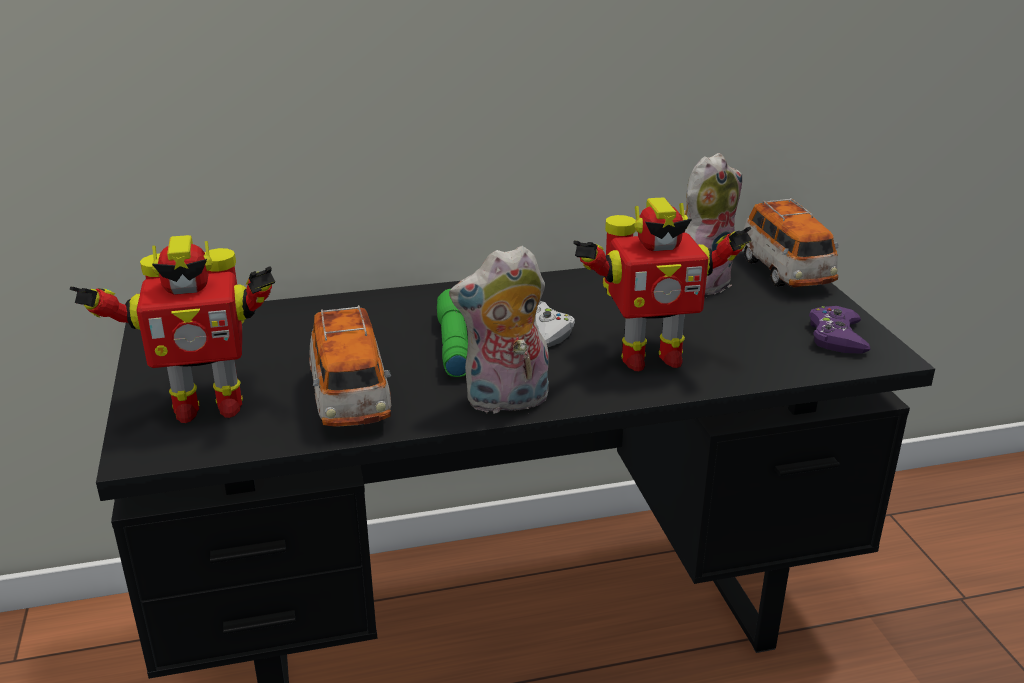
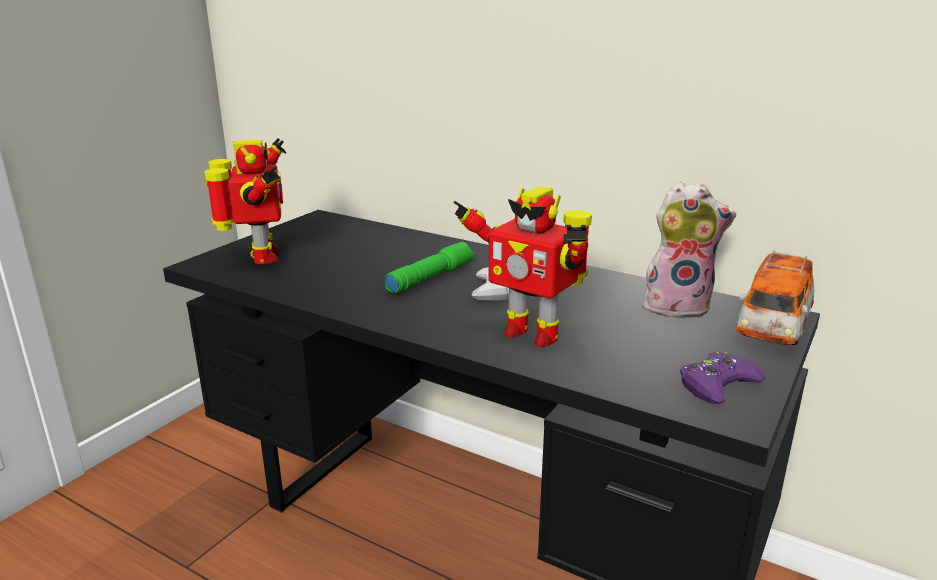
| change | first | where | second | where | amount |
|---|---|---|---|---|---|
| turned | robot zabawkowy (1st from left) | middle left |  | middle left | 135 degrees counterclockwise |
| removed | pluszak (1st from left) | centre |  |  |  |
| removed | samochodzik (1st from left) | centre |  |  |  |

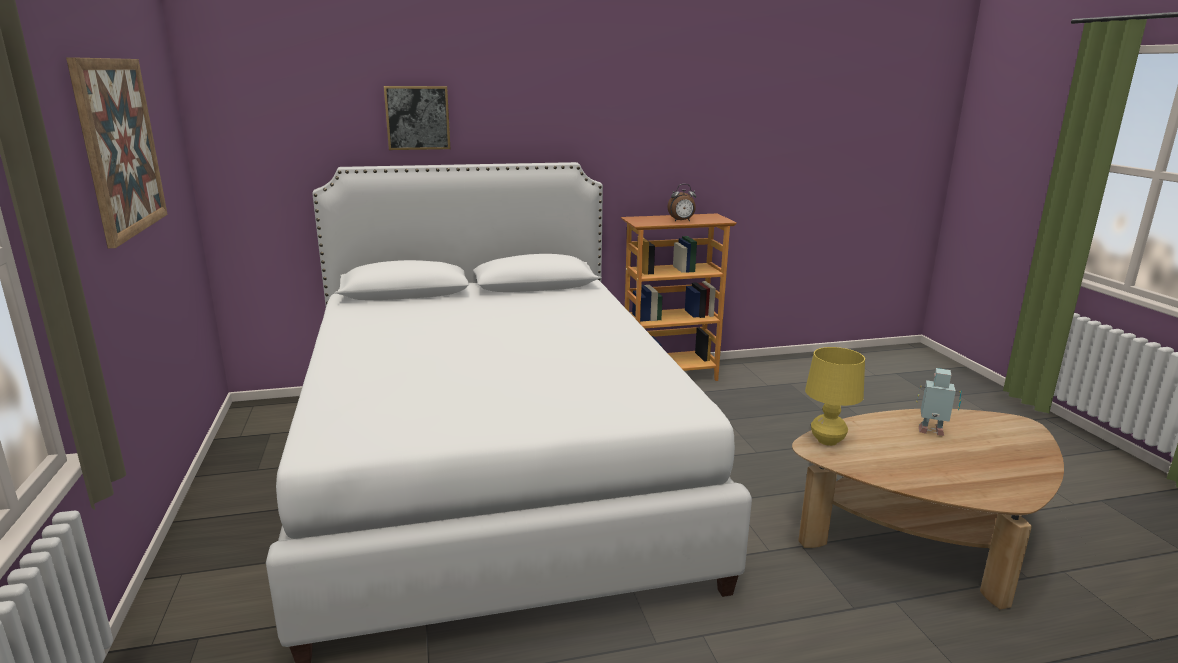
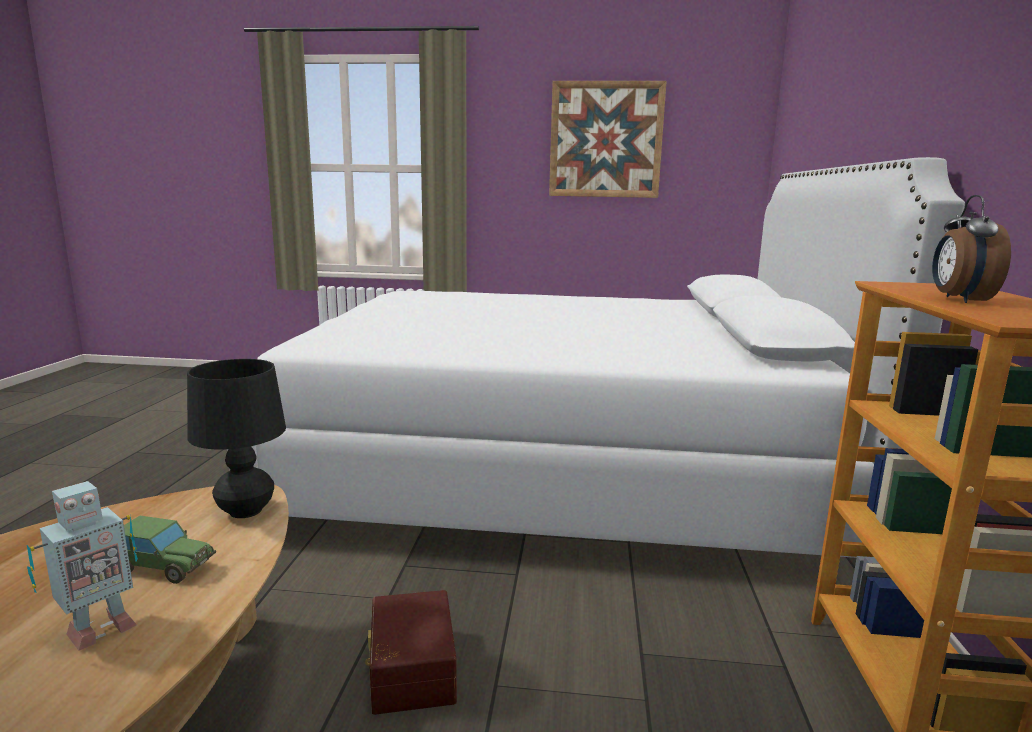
| change | first | where | second | where | amount |
|---|---|---|---|---|---|
| removed | obraz (2nd from left) | top centre |  |  |  |
| recoloured | lampa stołowa (żółty) | middle right | lampa stołowa (czarny) | middle left |  |
| added |  |  | samochodzik | bottom left |  |
| added |  |  | pojemnik do przechowywania (brązowy) | bottom centre |  |

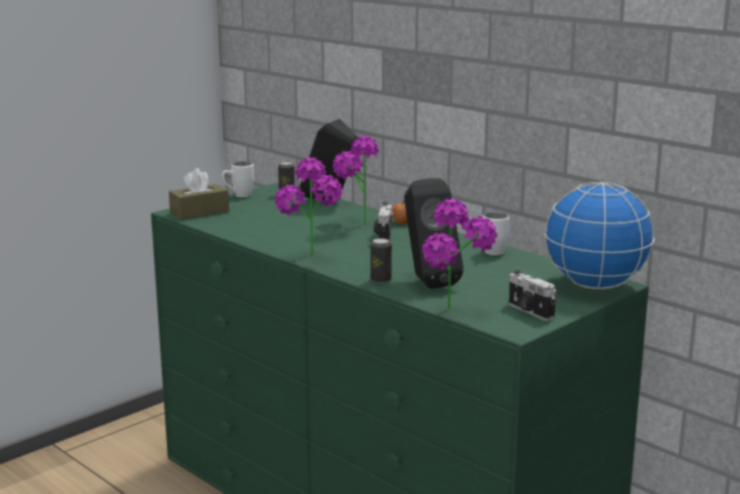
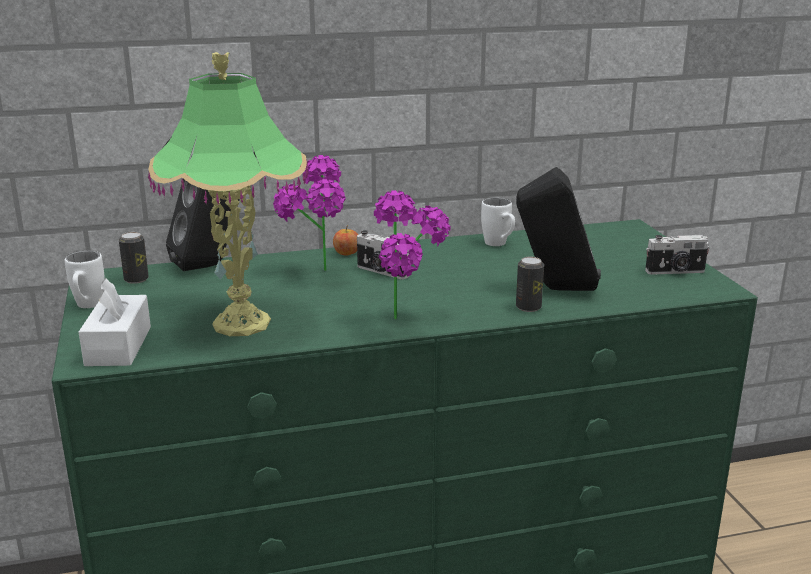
| change | first | where | second | where | amount |
|---|---|---|---|---|---|
| recoloured | pudełko chusteczek (brązowy) | middle left | pudełko chusteczek (biały) | middle left |  |
| removed | globus | middle right |  |  |  |
| removed | roślina doniczkowa (3rd from left) | centre |  |  |  |
| added |  |  | lampa stołowa | middle left |  |

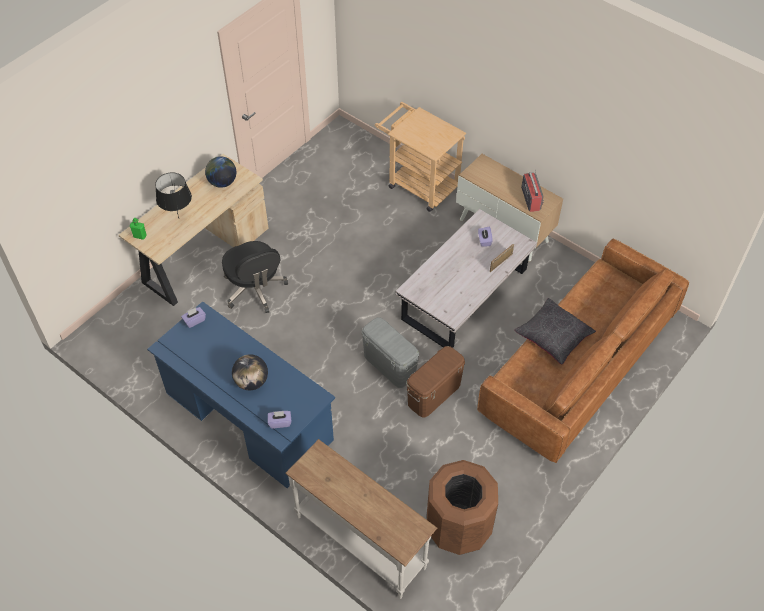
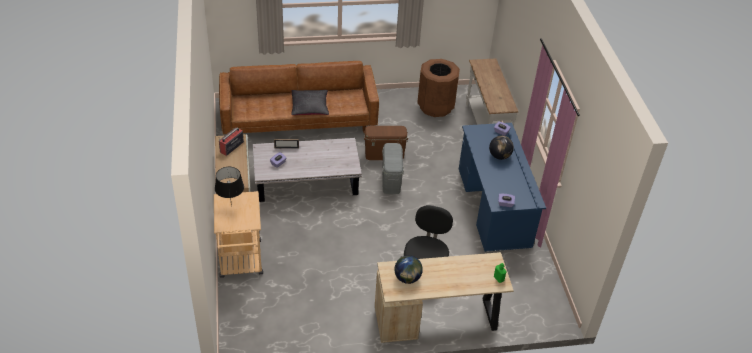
| change | first | where | second | where | amount |
|---|---|---|---|---|---|
| moved | lampa stołowa (czarny) | top left |  | middle left |  |

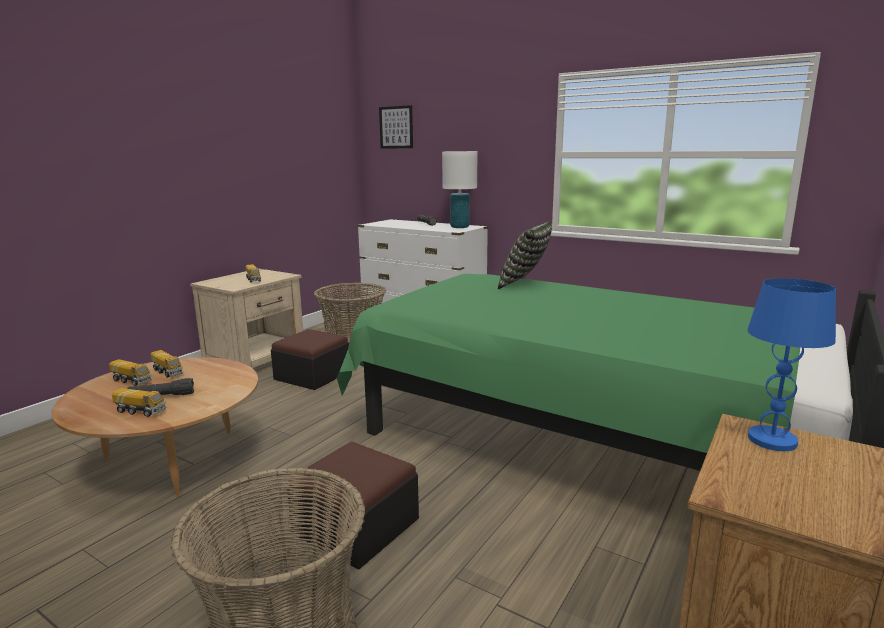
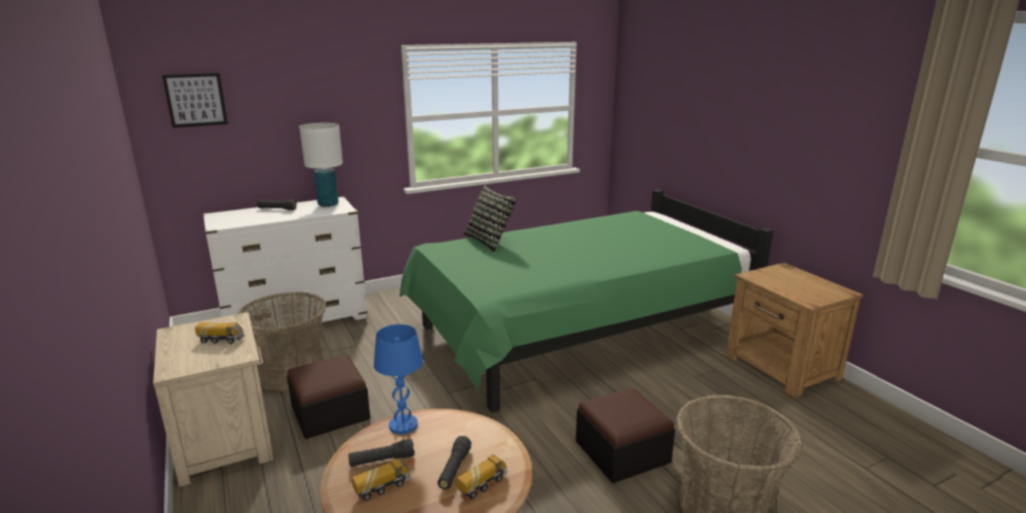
| change | first | where | second | where | amount |
|---|---|---|---|---|---|
| moved | lampa stołowa (niebieski) | middle right |  | bottom centre |  |
| replaced | ciężarówka zabawkowa (3rd from left) | middle left | latarka (czarny) (2nd from left) | bottom centre |  |

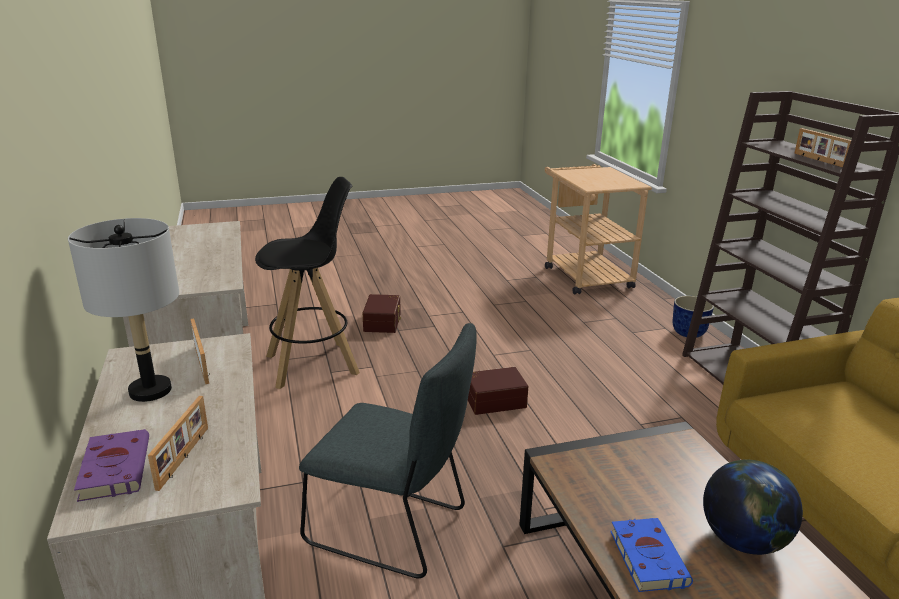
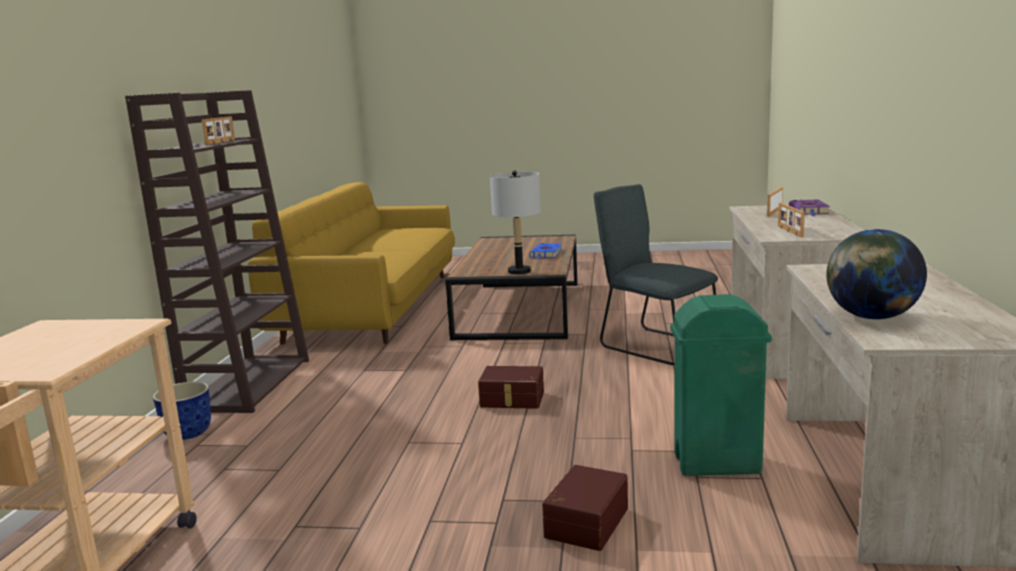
| change | first | where | second | where | amount |
|---|---|---|---|---|---|
| replaced | stołek (czarny) | centre | kosz na śmieci (zielony) | bottom right |  |
| moved | lampa stołowa (szary) | middle left |  | centre |  |
| moved | globus | bottom right |  | middle right |  |

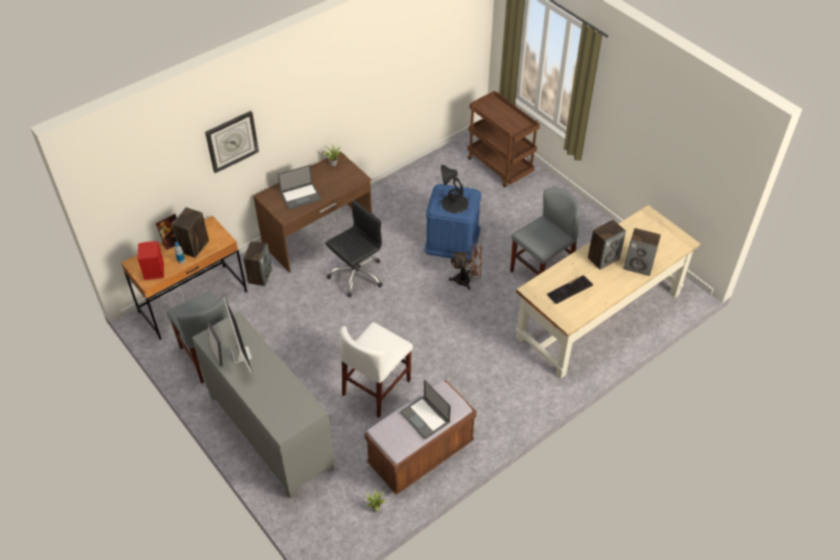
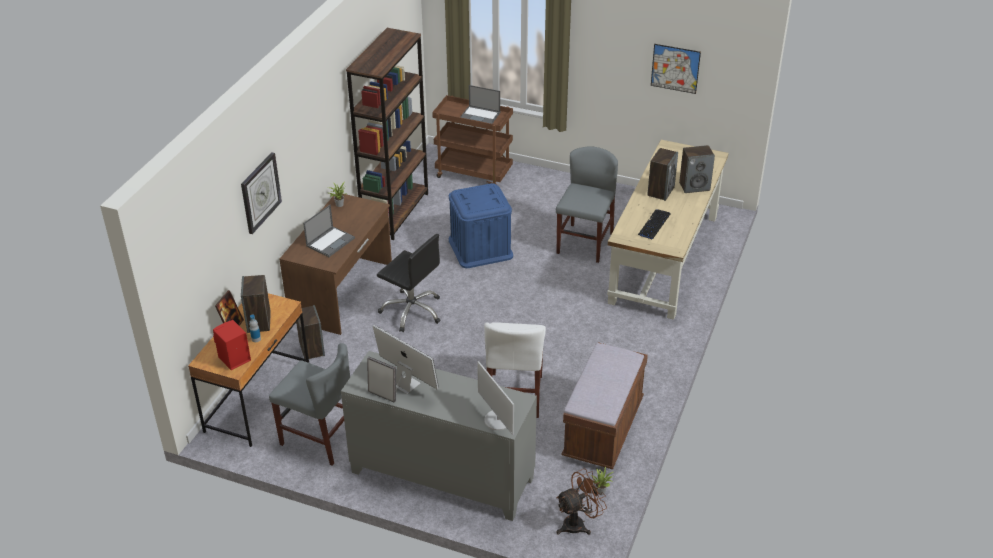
| change | first | where | second | where | amount |
|---|---|---|---|---|---|
| removed | lampa stołowa (czarny) | centre |  |  |  |
| turned | krzesło biurowe (czarny) | centre |  | centre | 105 degrees clockwise |
| moved | wentylator (brązowy) | centre |  | bottom centre |  |
| moved | laptop (2nd from left) | bottom centre |  | top centre |  |
| added |  |  | regał (brązowy) | top centre |  |
| added |  |  | obraz | top right |  |
| added |  |  | monitor (2nd from left) | bottom centre |  |

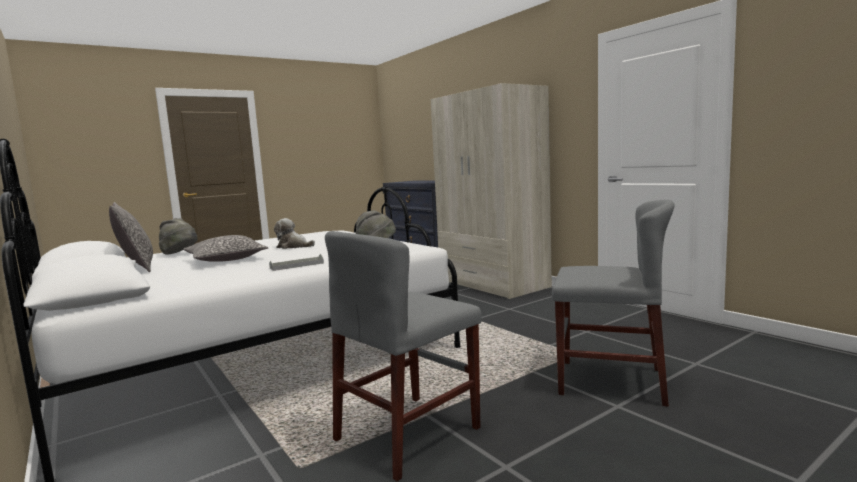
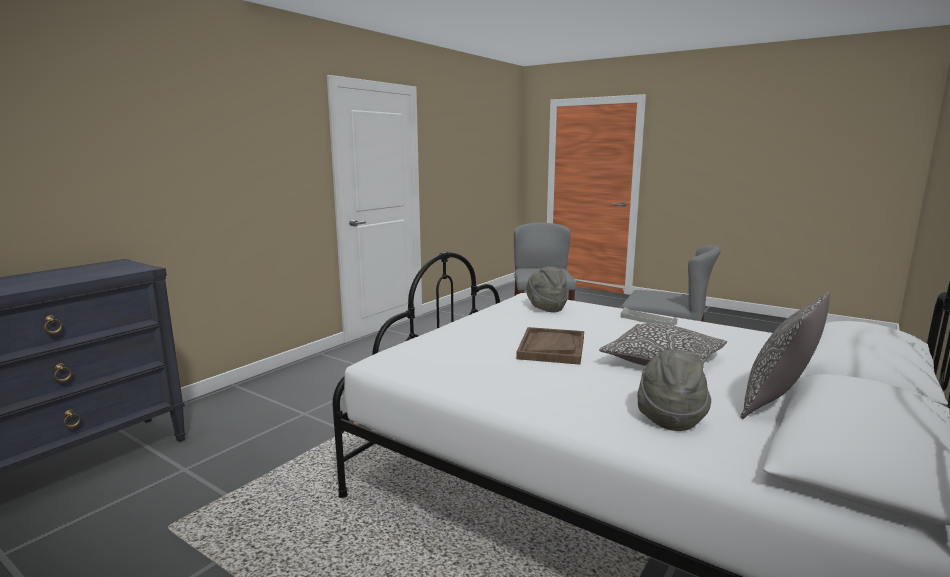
| change | first | where | second | where | amount |
|---|---|---|---|---|---|
| removed | szafa (beżowy) | centre |  |  |  |
| replaced | pluszak | centre | taca (brązowy) | centre |  |

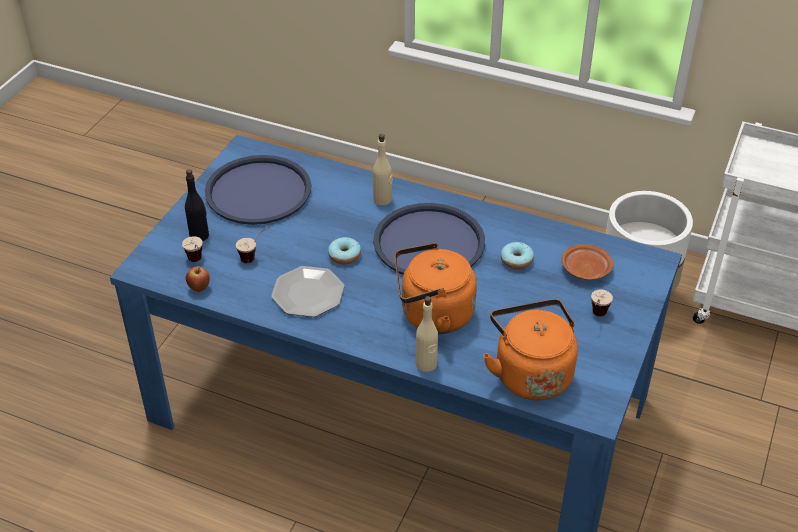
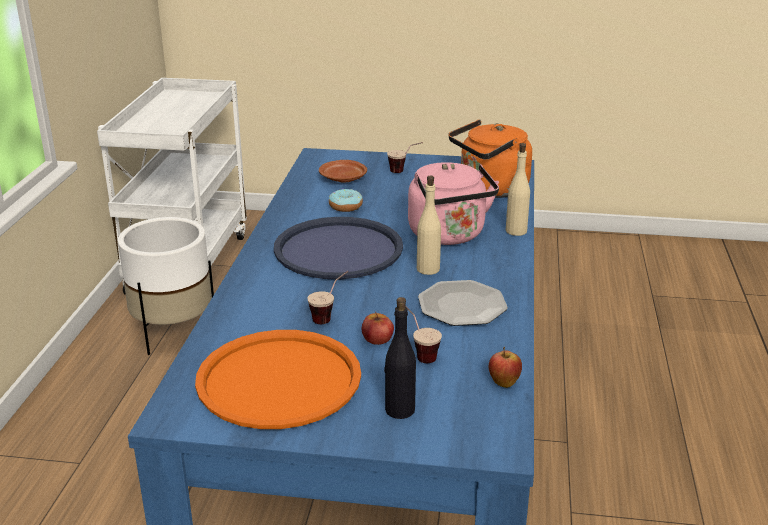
| change | first | where | second | where | amount |
|---|---|---|---|---|---|
| moved | butelka (beżowy) (1st from left) | top centre |  | centre |  |
| recoloured | taca (niebieski) (1st from left) | middle left | taca (pomarańczowy) | bottom centre |  |
| moved | filiżanka (1st from left) | middle left |  | centre |  |
| removed | donut (1st from left) | centre |  |  |  |
| recoloured | czajnik (pomarańczowy) (1st from left) | centre | czajnik (różowy) | centre |  |
| added |  |  | jabłko (1st from left) | centre |  |

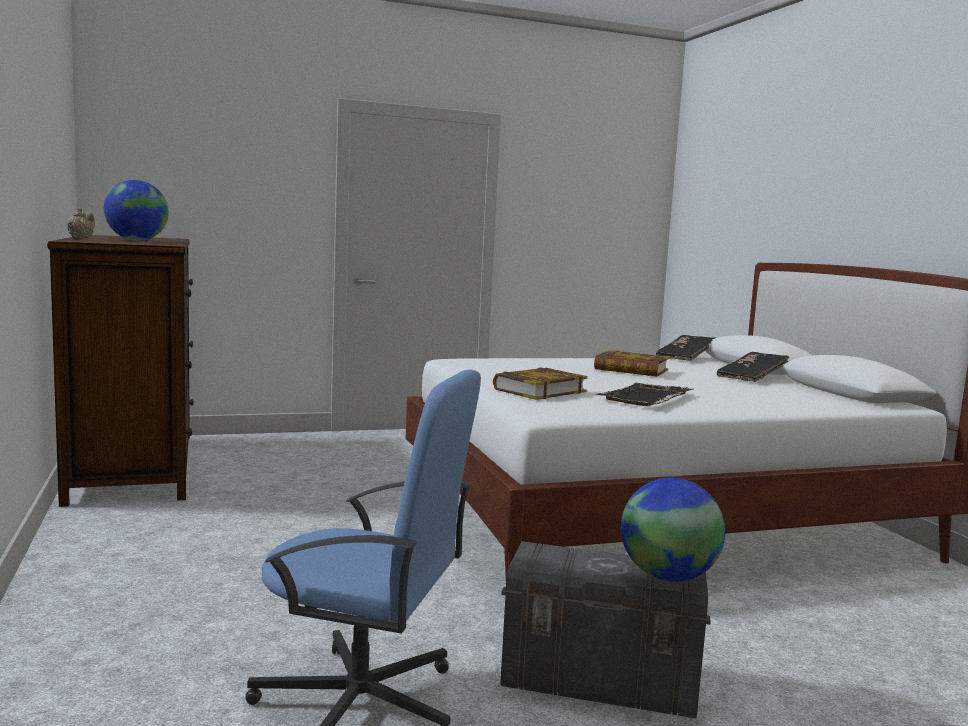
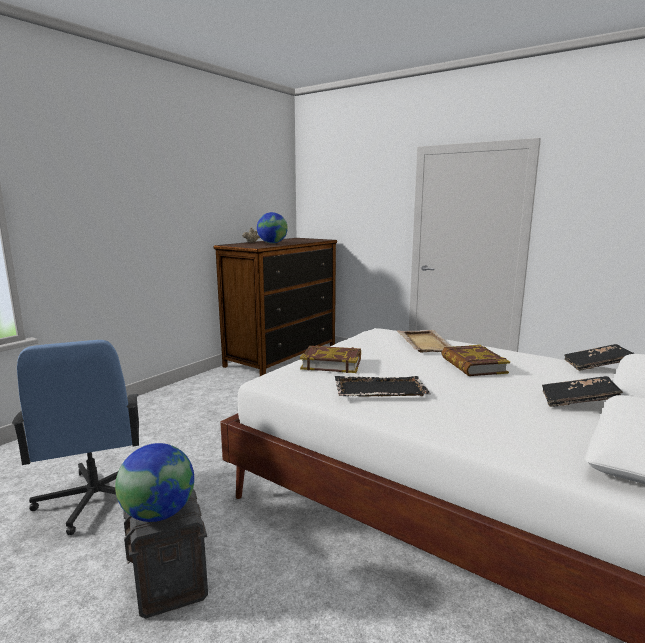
| change | first | where | second | where | amount |
|---|---|---|---|---|---|
| added |  |  | taca (beżowy) | centre |  |

